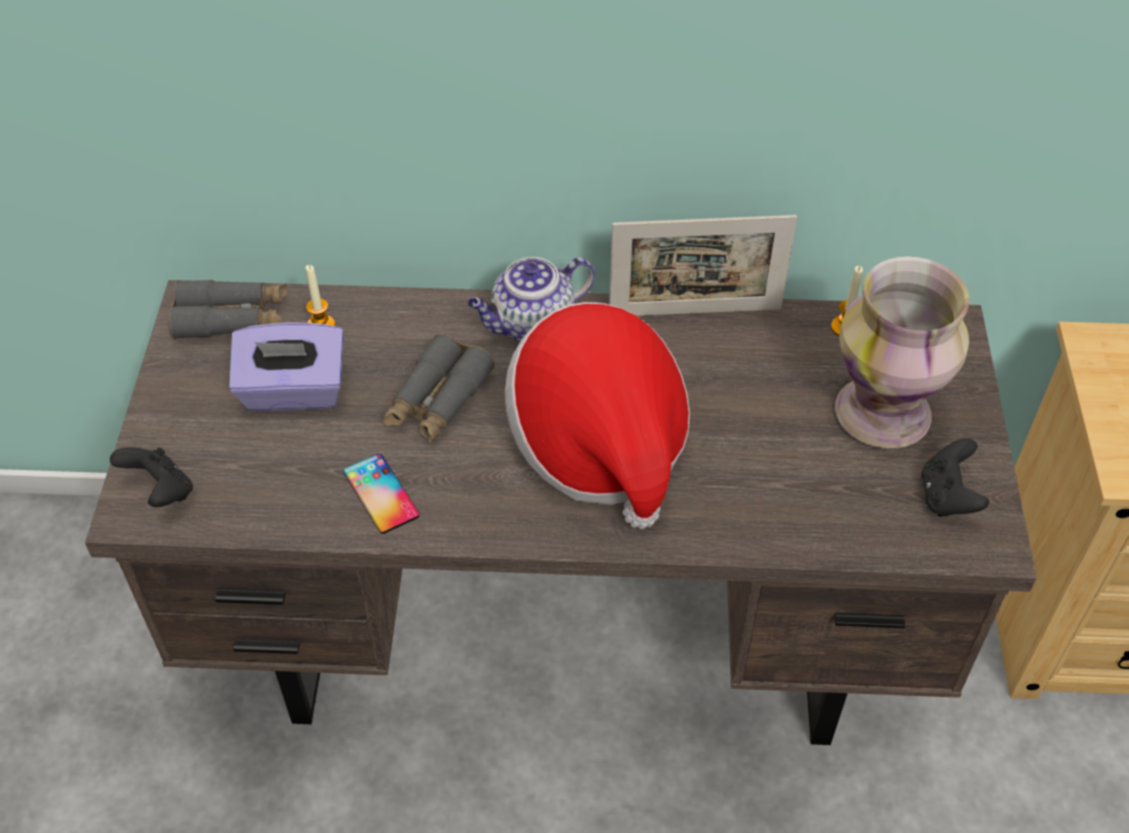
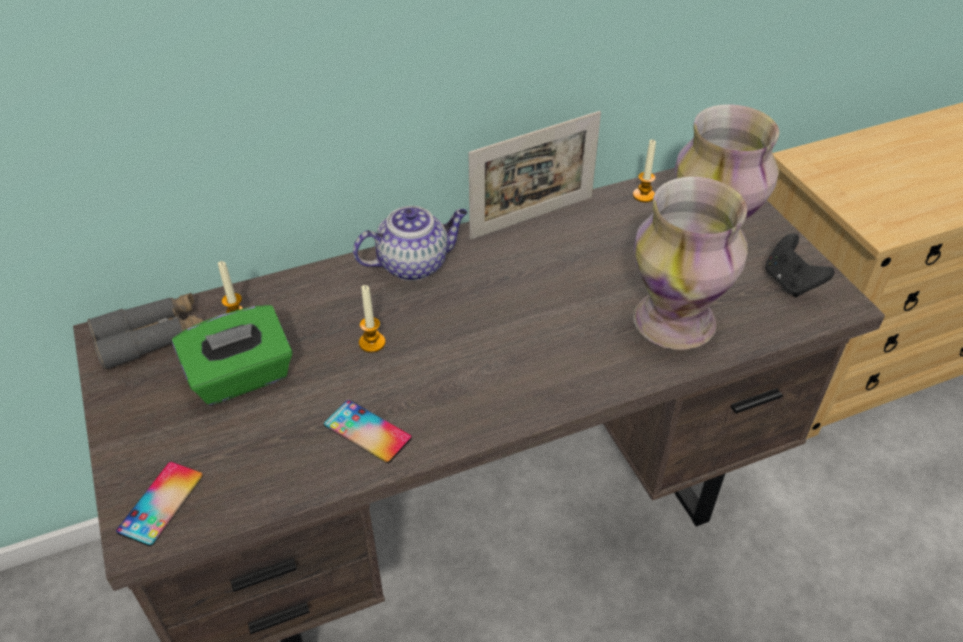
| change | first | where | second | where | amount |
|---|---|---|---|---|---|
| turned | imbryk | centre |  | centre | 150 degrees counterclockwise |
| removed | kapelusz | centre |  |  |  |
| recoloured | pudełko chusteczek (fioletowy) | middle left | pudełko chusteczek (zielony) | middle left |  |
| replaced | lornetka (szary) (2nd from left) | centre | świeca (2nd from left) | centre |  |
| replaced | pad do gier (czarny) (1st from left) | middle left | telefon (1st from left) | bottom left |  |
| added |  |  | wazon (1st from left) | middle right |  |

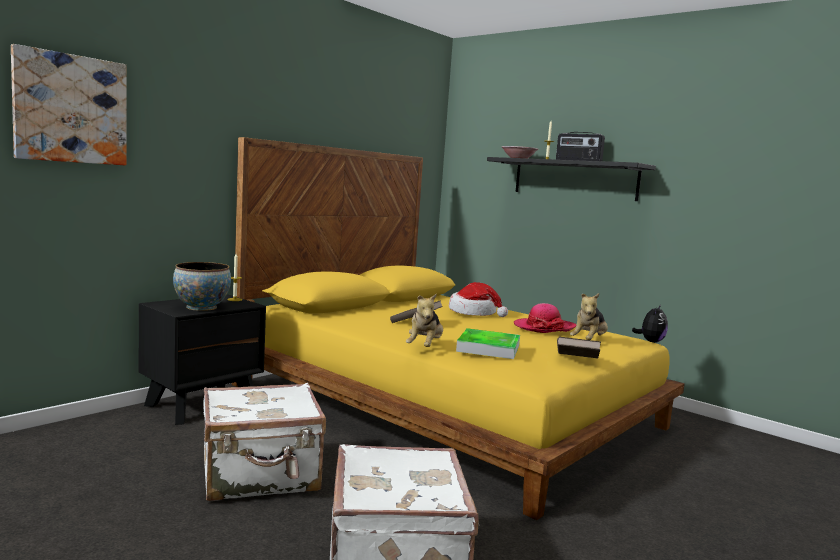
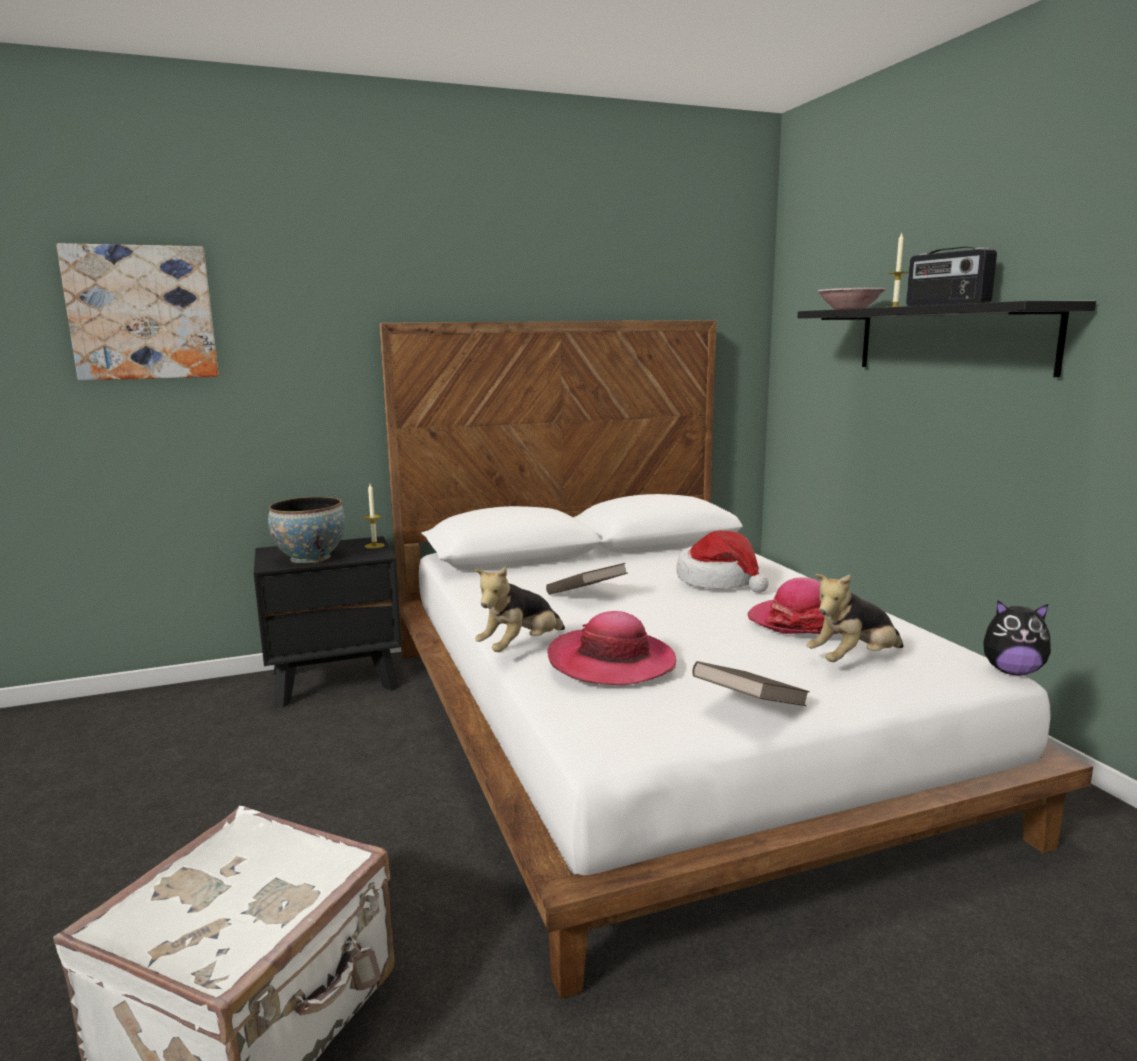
| change | first | where | second | where | amount |
|---|---|---|---|---|---|
| recoloured | łóżko (żółty) | centre | łóżko (biały) | centre |  |
| turned | pluszak (3rd from left) | middle right |  | middle right | 45 degrees clockwise |
| replaced | taca | centre | kapelusz (1st from left) | centre |  |
| removed | walizka (biały) (1st from left) | bottom left |  |  |  |

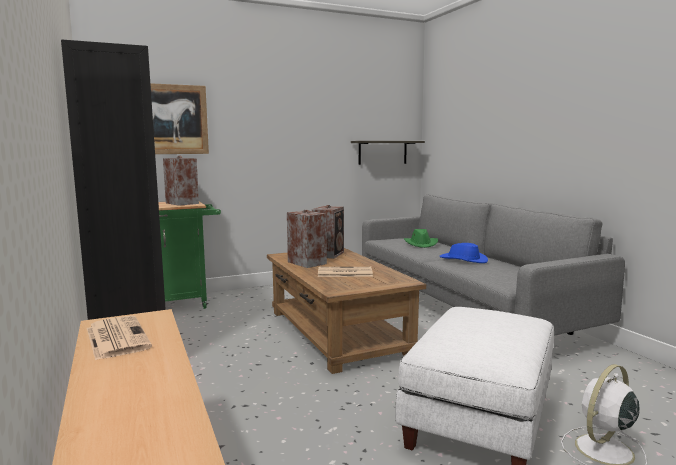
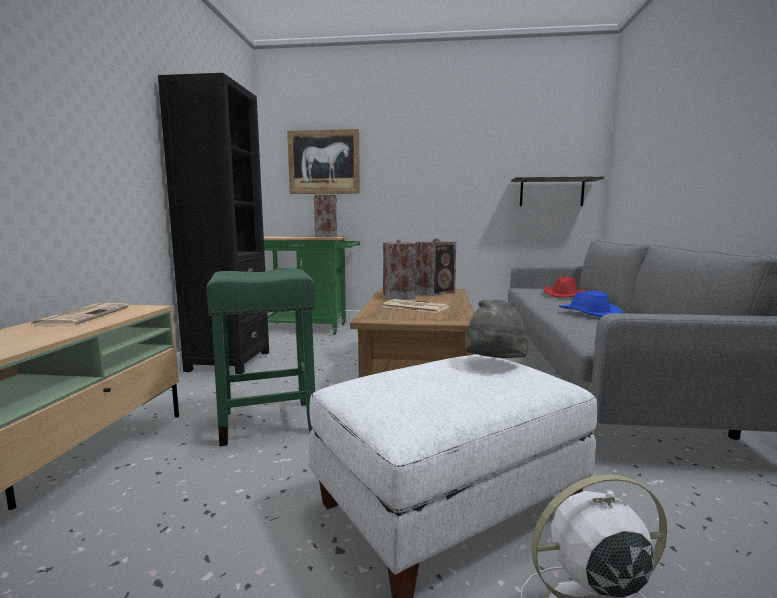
| change | first | where | second | where | amount |
|---|---|---|---|---|---|
| recoloured | kapelusz (zielony) | centre | kapelusz (czerwony) | middle right |  |
| added |  |  | stołek (zielony) | centre |  |
| added |  |  | kapelusz (szary) | centre |  |

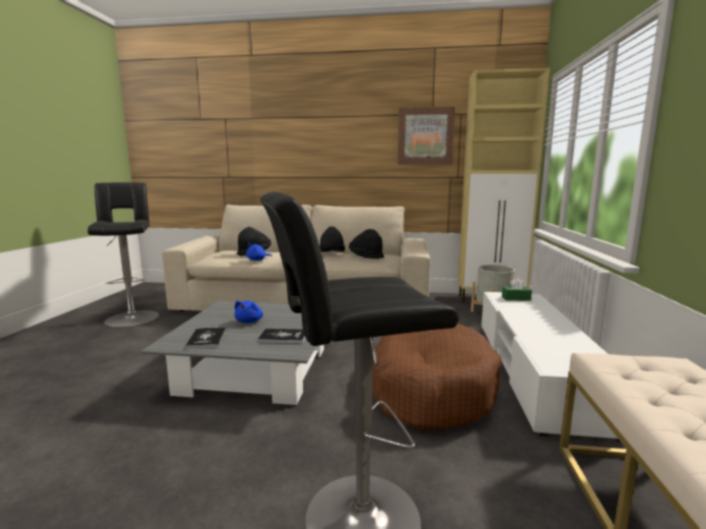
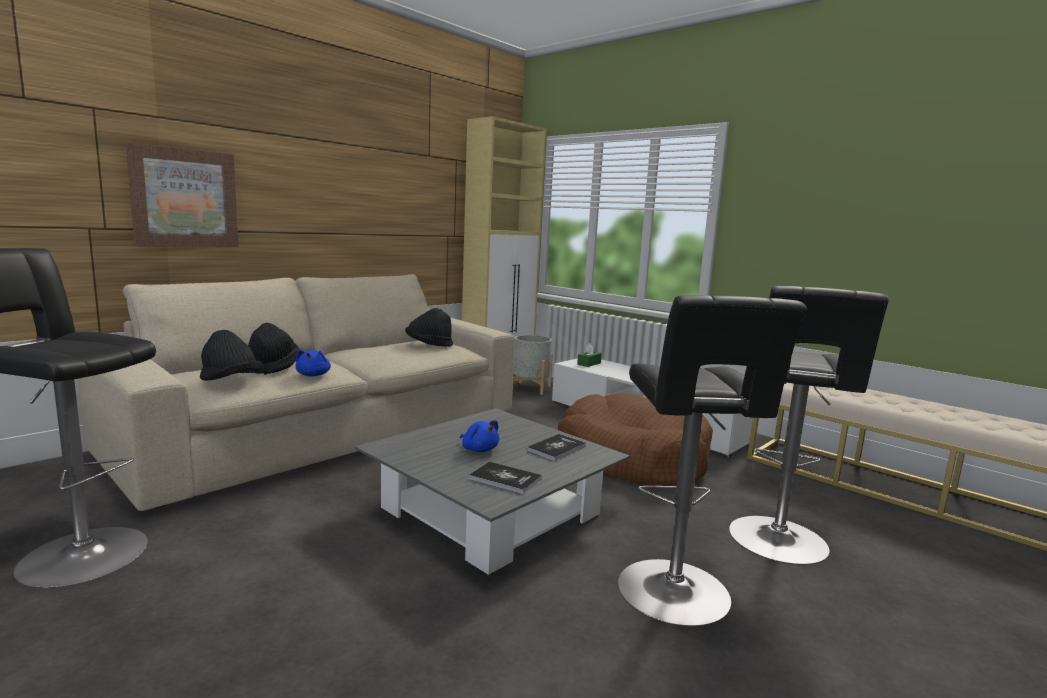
| change | first | where | second | where | amount |
|---|---|---|---|---|---|
| moved | obraz | top centre |  | top left |  |
| moved | kapelusz (czarny) (2nd from left in the first image) | centre | kapelusz (czarny) (1st from left) | middle left |  |
| added |  |  | stołek (czarny) (2nd from left) | middle right |  |

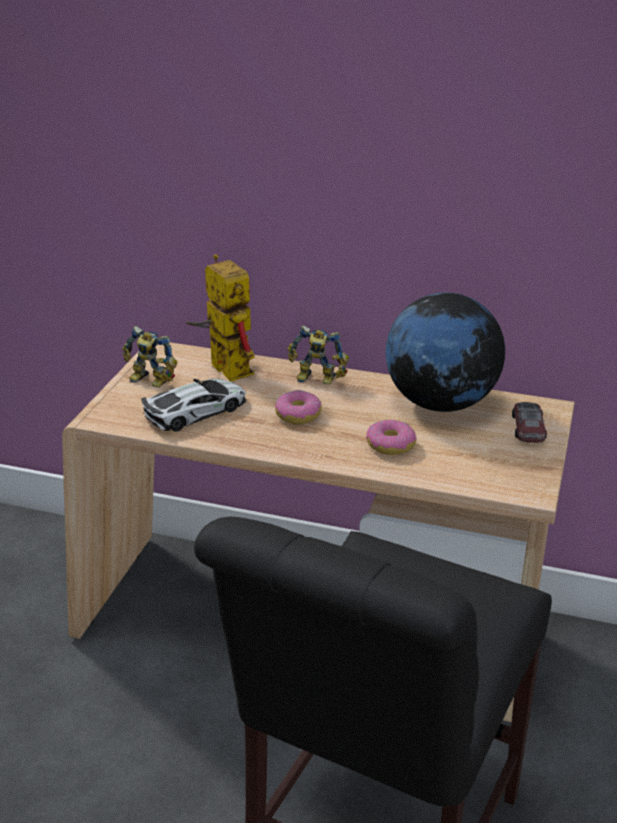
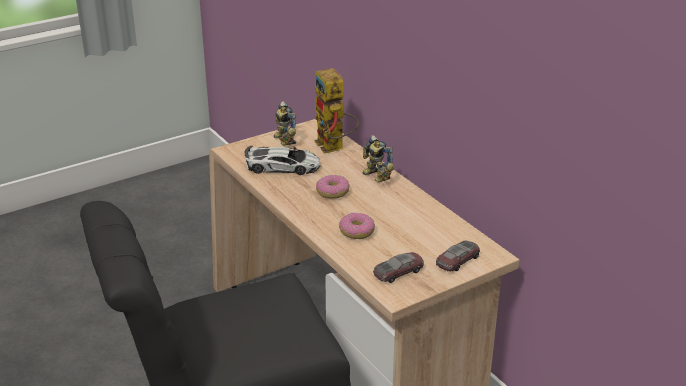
| change | first | where | second | where | amount |
|---|---|---|---|---|---|
| turned | robot zabawkowy (2nd from left) | centre |  | top centre | 150 degrees clockwise |
| removed | globus | middle right |  |  |  |
| added |  |  | samochodzik (2nd from left) | bottom centre |  |

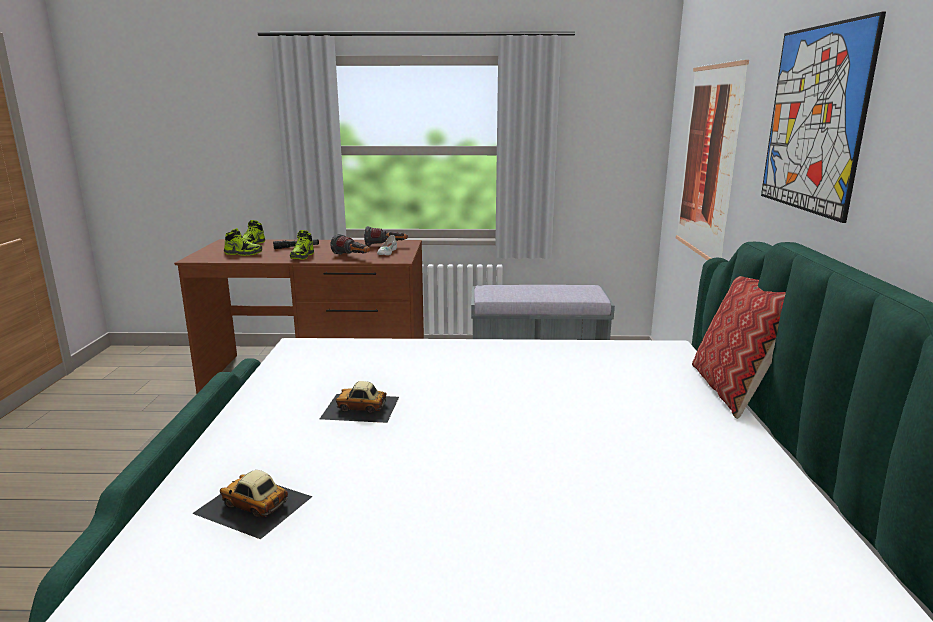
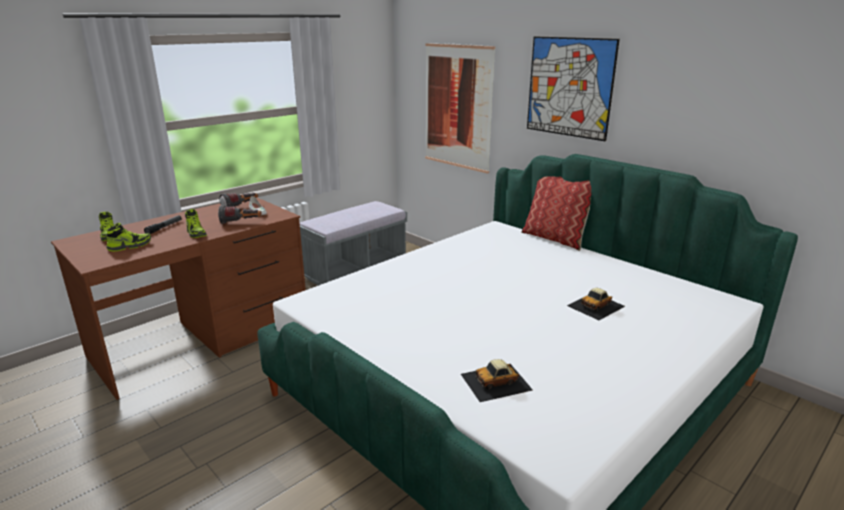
| change | first | where | second | where | amount |
|---|---|---|---|---|---|
| moved | samochodzik (2nd from left) | centre |  | middle right |  |

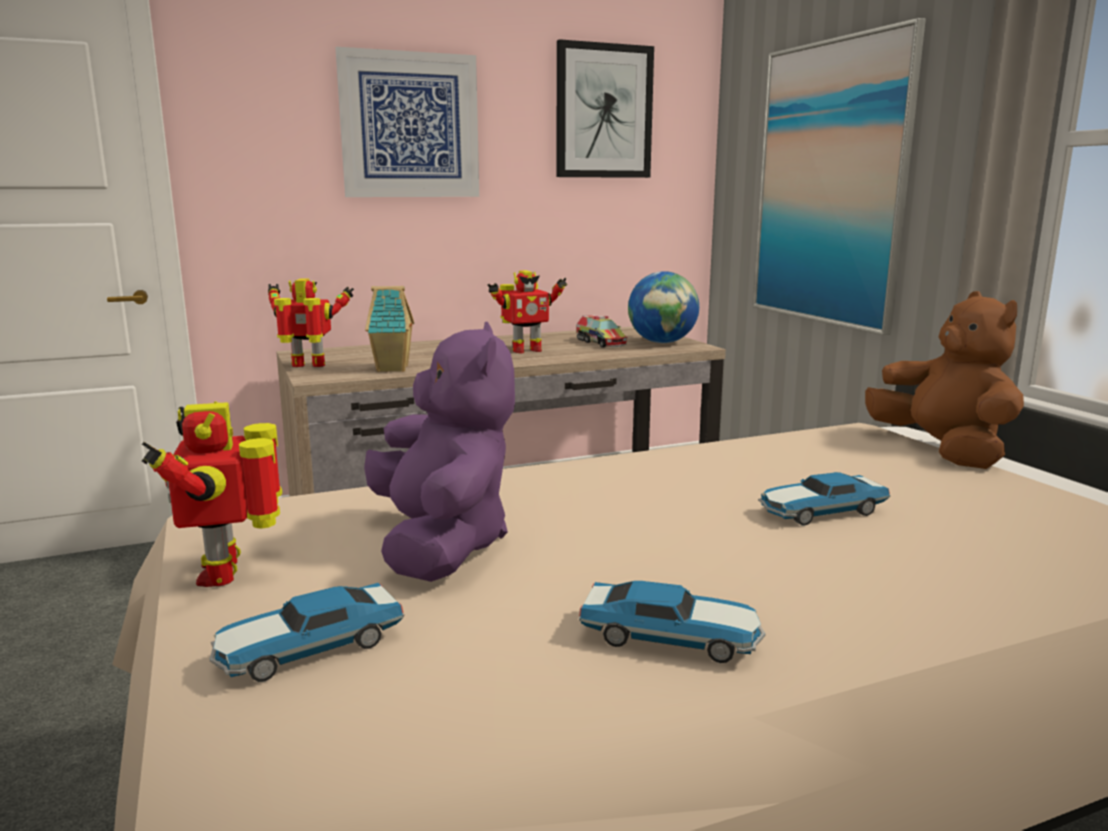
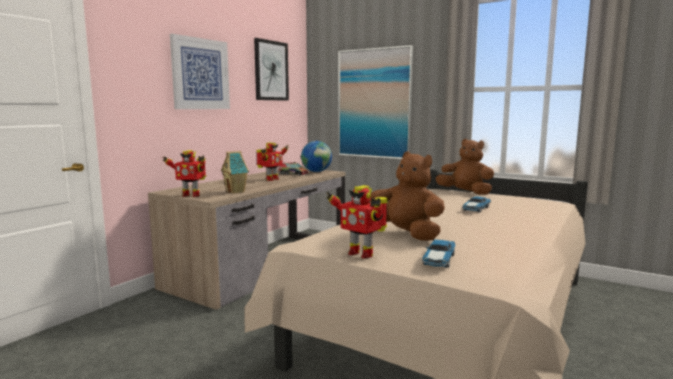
| change | first | where | second | where | amount |
|---|---|---|---|---|---|
| turned | robot zabawkowy (2nd from left in the first image) | middle left | robot zabawkowy (1st from left) | middle left | 135 degrees counterclockwise |
| recoloured | pluszak (fioletowy) | centre | pluszak (brązowy) (1st from left) | centre |  |
| removed | samochodzik (2nd from left) | bottom centre |  |  |  |

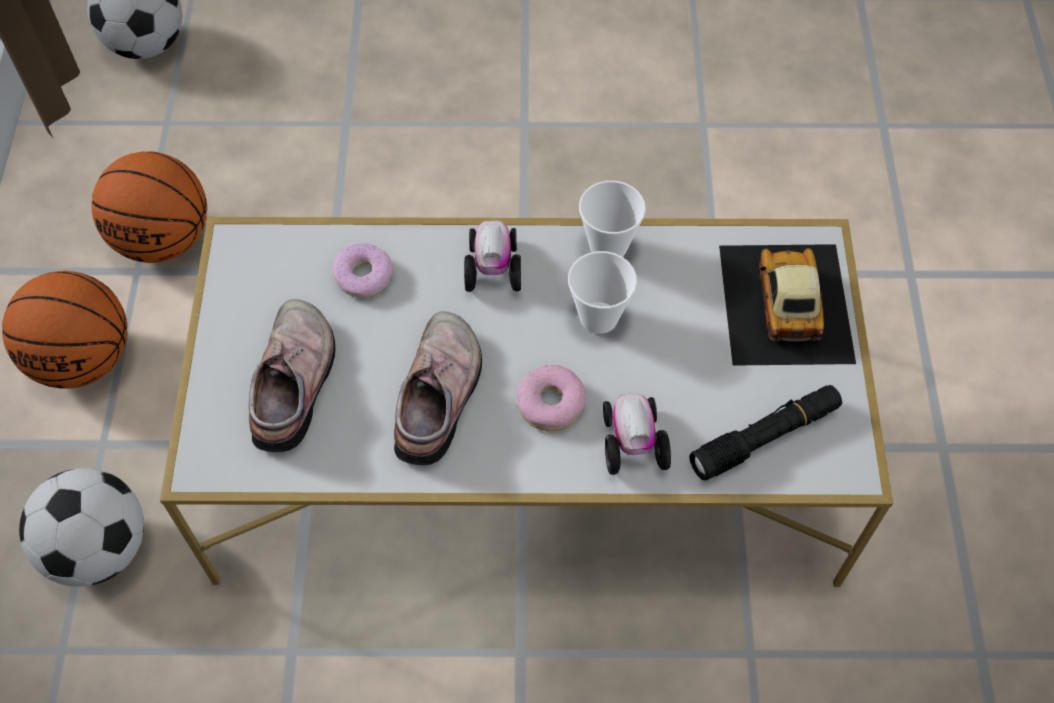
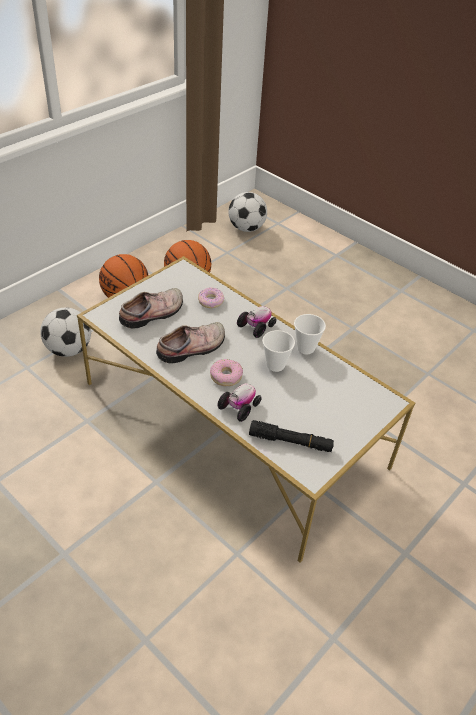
| change | first | where | second | where | amount |
|---|---|---|---|---|---|
| removed | samochodzik (3rd from left) | middle right |  |  |  |

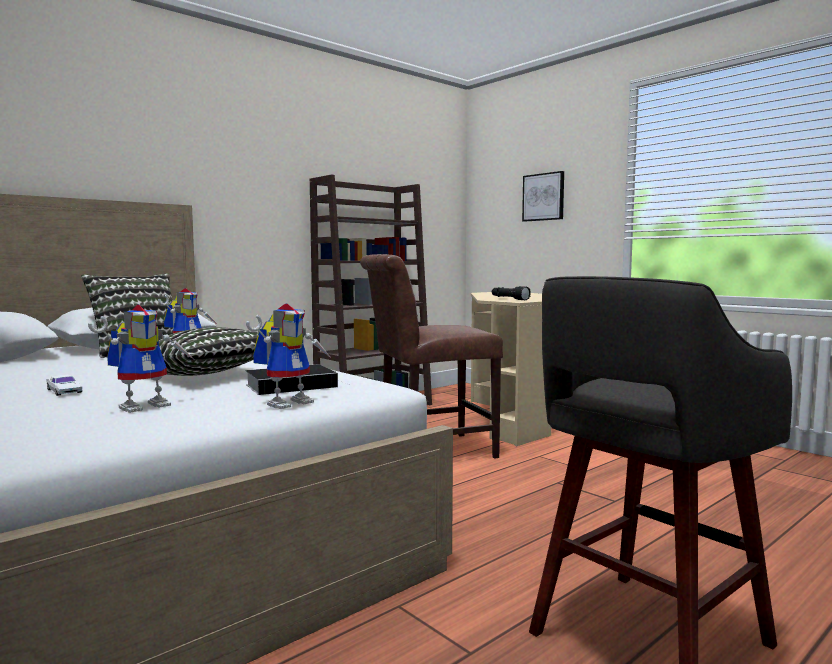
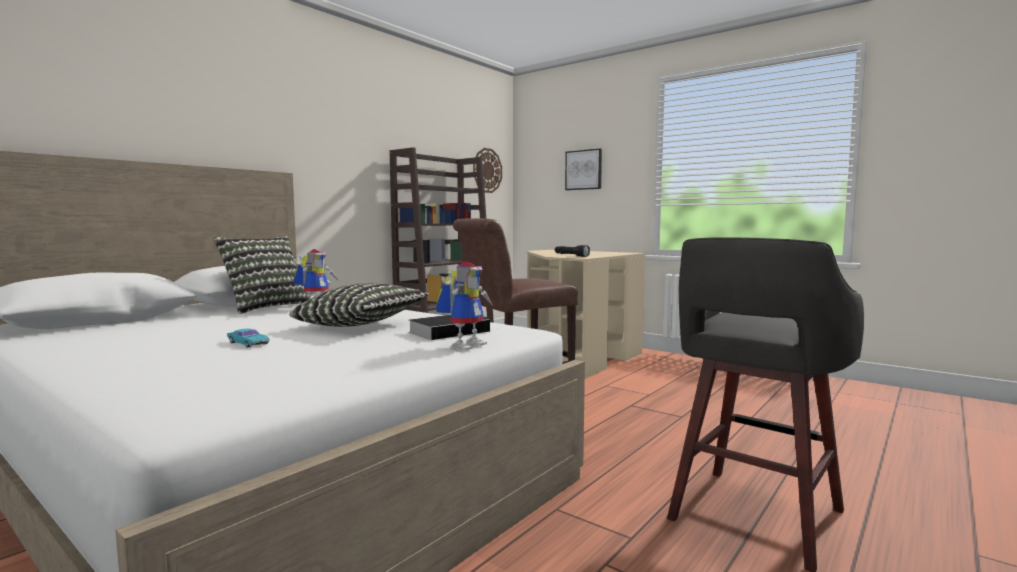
| change | first | where | second | where | amount |
|---|---|---|---|---|---|
| removed | robot zabawkowy (1st from left) | middle left |  |  |  |
| recoloured | samochodzik (biały) | middle left | samochodzik (turkusowy) | middle left |  |
| added |  |  | zegar ścienny | top centre |  |

